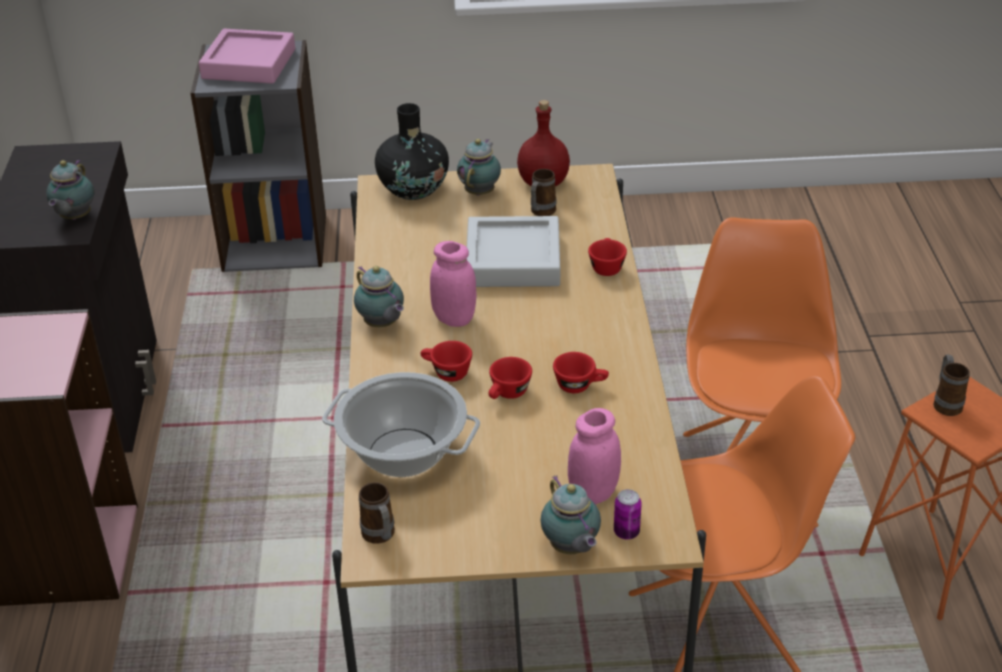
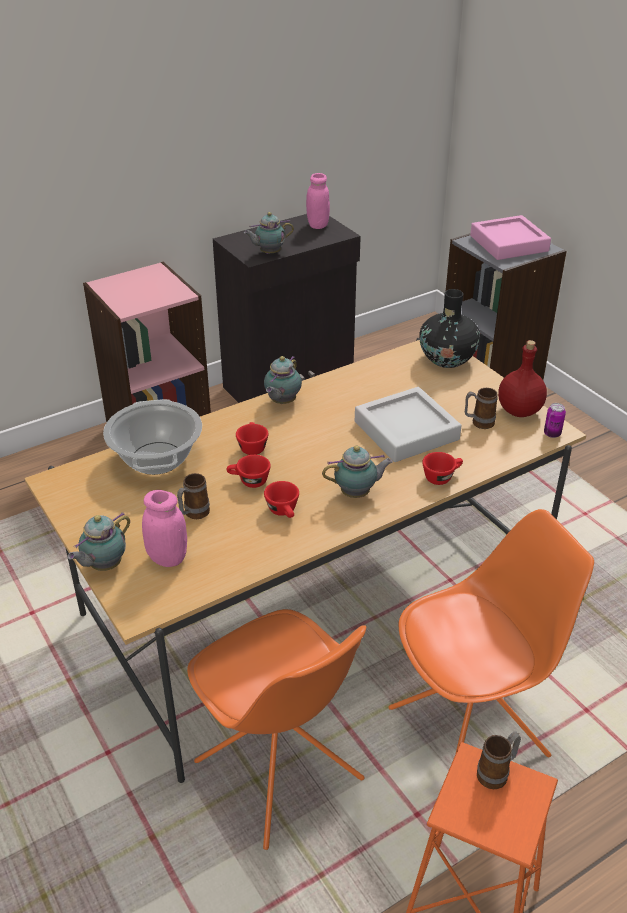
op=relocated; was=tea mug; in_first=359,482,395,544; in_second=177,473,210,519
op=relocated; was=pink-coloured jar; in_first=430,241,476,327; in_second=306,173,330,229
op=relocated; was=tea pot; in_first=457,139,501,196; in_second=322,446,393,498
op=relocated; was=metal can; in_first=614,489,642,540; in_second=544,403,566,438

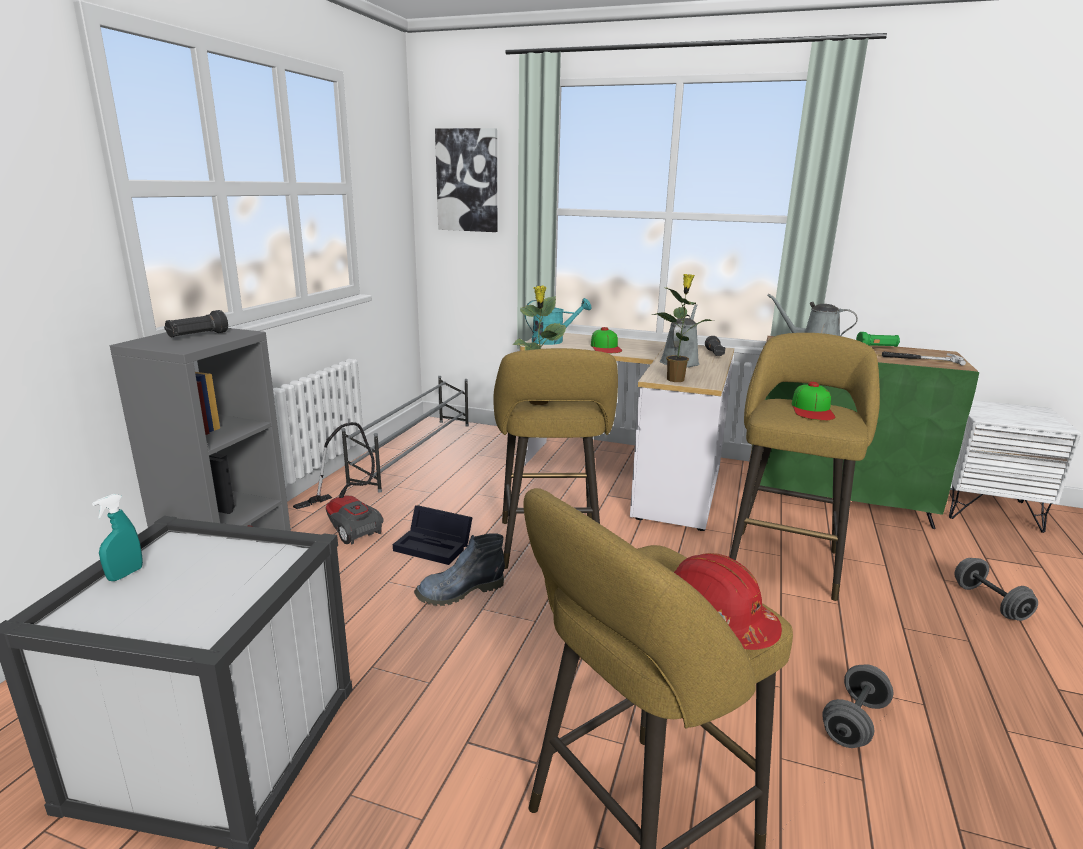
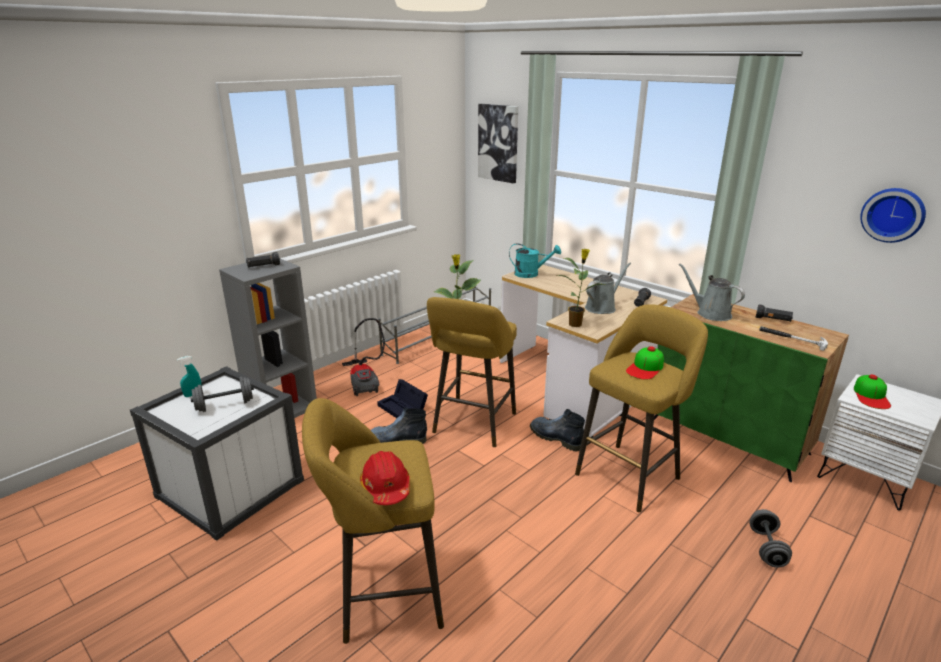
op=relocated; was=greyish hand weight; in_first=822,664,893,748; in_second=191,377,254,412
op=appeared; now=boot; in_second=530,409,585,451
op=colour; was=greenish flashlight; now=black flashlight; in_first=856,332,900,347; in_second=756,304,793,322
op=relocated; was=peaked cap; in_first=591,327,622,353; in_second=854,375,891,409
op=appeared; now=wall clock; in_second=860,188,926,243

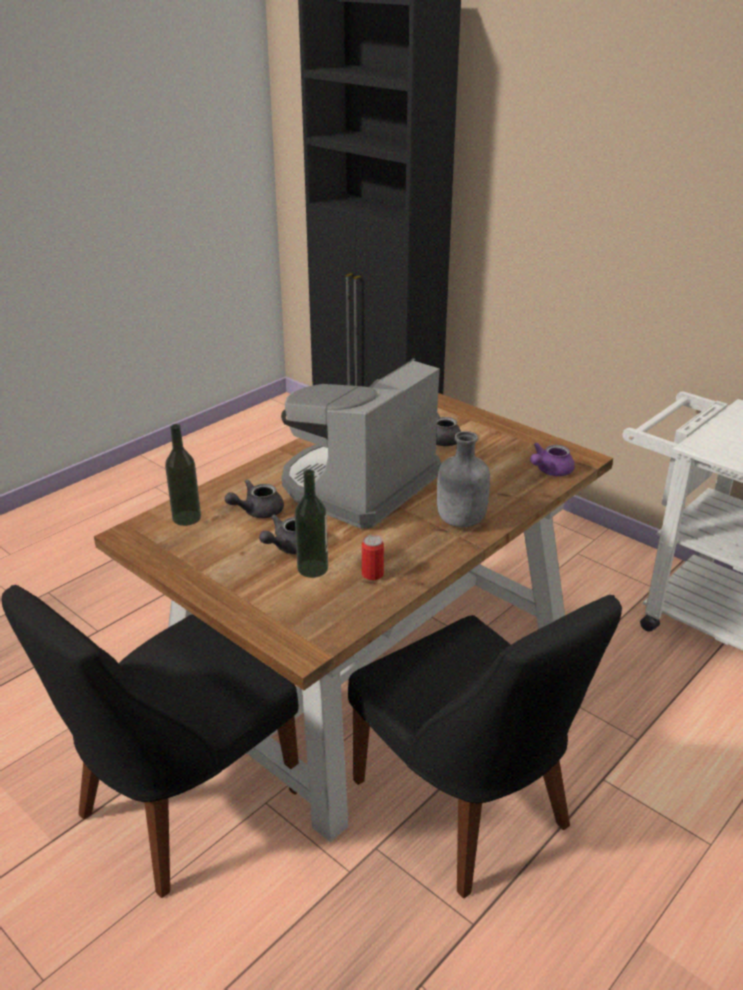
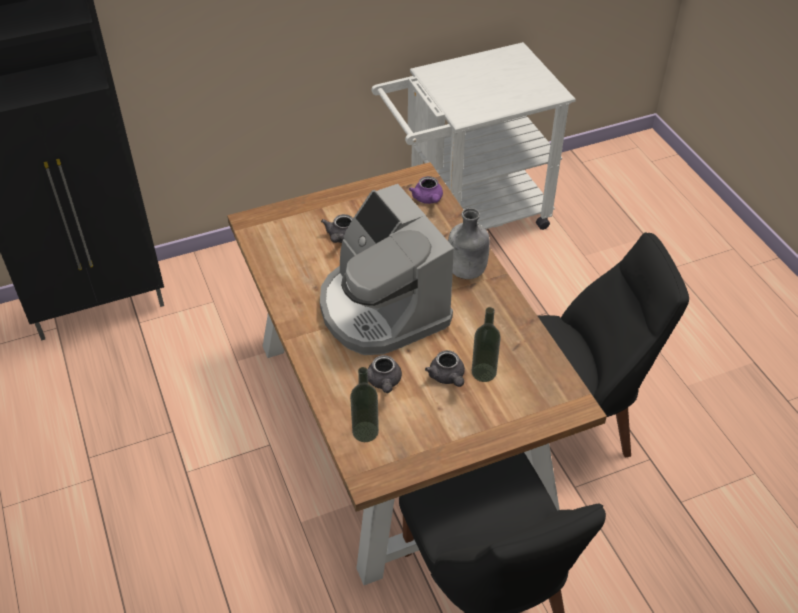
op=missing; was=metal can; in_first=362,535,384,580

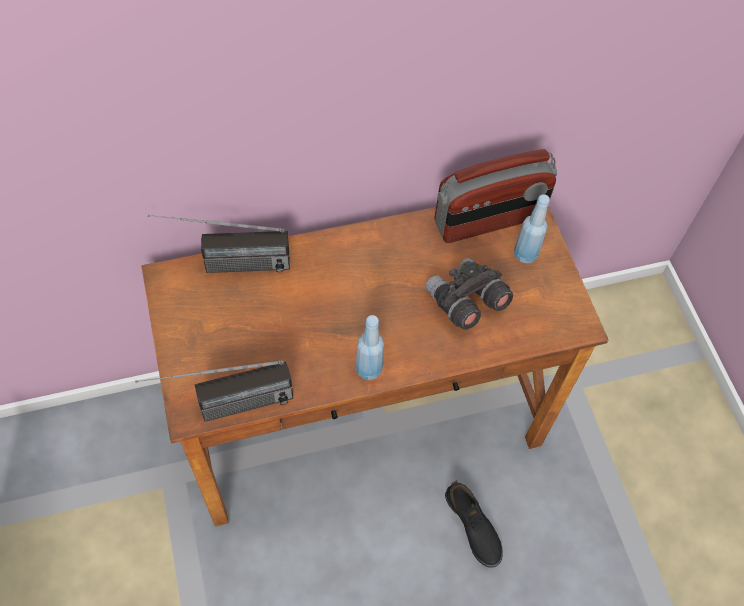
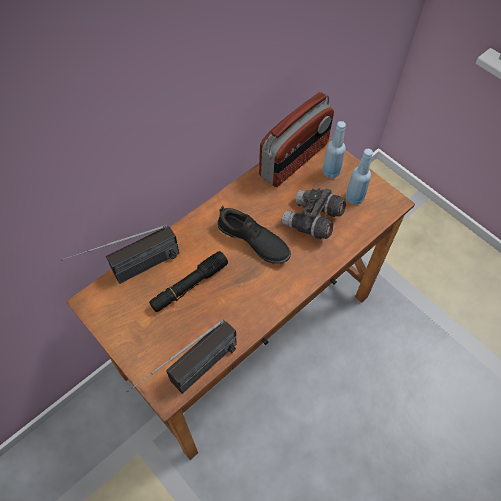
op=appeared; now=black flashlight; in_second=149,251,228,312
op=relocated; was=black low shoe; in_first=445,480,503,567; in_second=218,206,291,264
op=relocated; was=blue-coloured beverage bottle; in_first=356,315,384,380; in_second=346,149,373,205

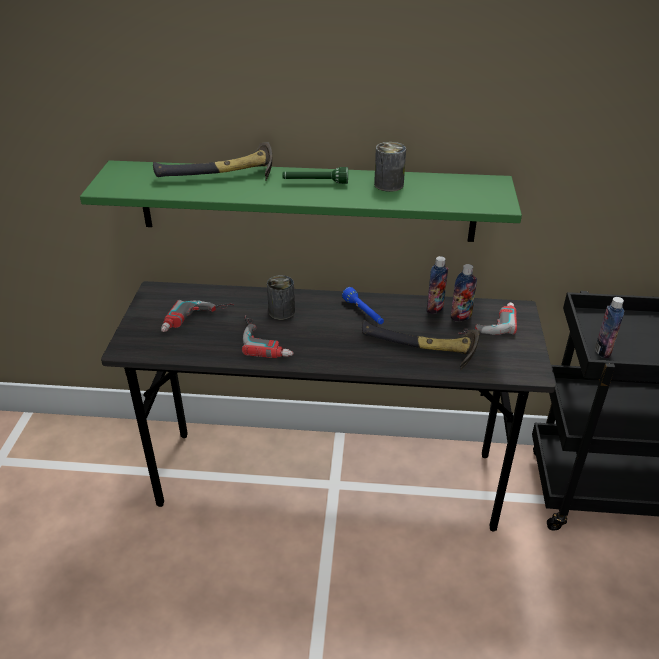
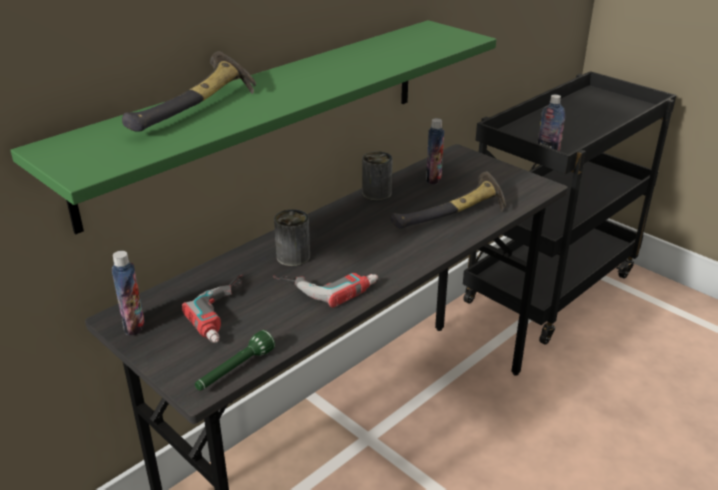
op=relocated; was=beverage bottle; in_first=426,256,448,314; in_second=112,251,145,336
op=relocated; was=greenish flashlight; in_first=282,167,348,184; in_second=195,330,275,391
op=relocated; was=metal can; in_first=374,142,406,192; in_second=362,151,393,201
op=missing; was=blue-coloured flashlight; in_first=342,287,384,324
op=missing; was=power drill; in_first=458,302,517,335

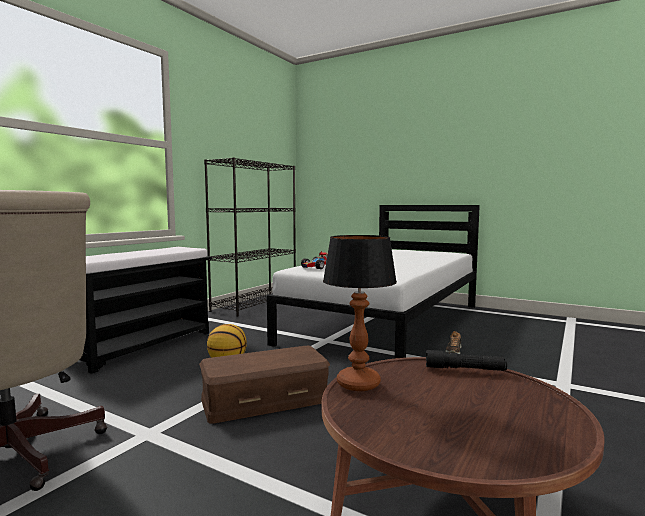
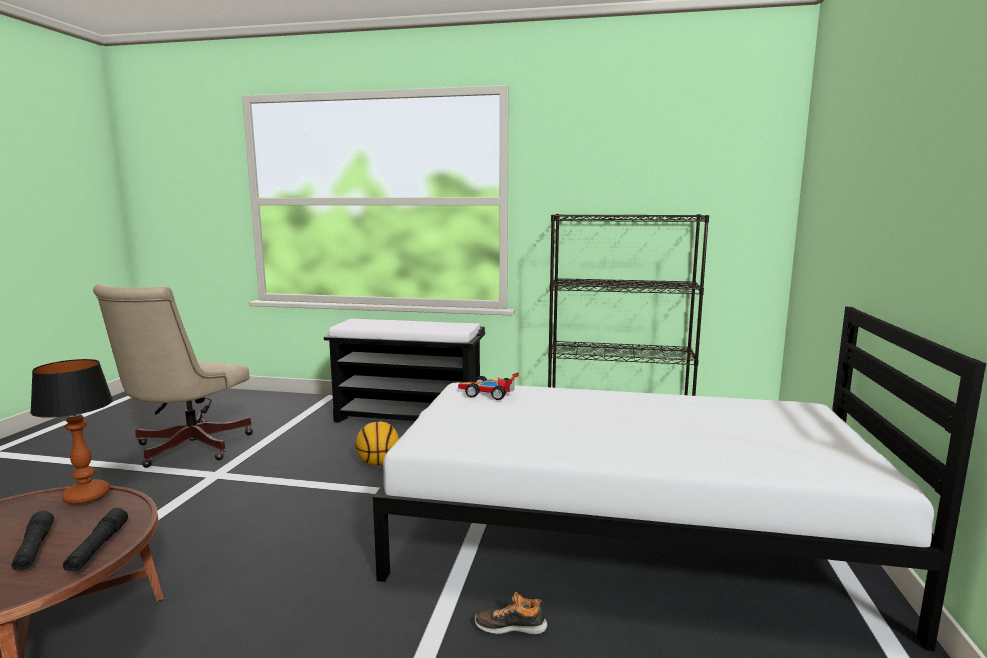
op=appeared; now=black flashlight; in_second=11,511,54,570
op=missing; was=brown storage box; in_first=199,346,330,424

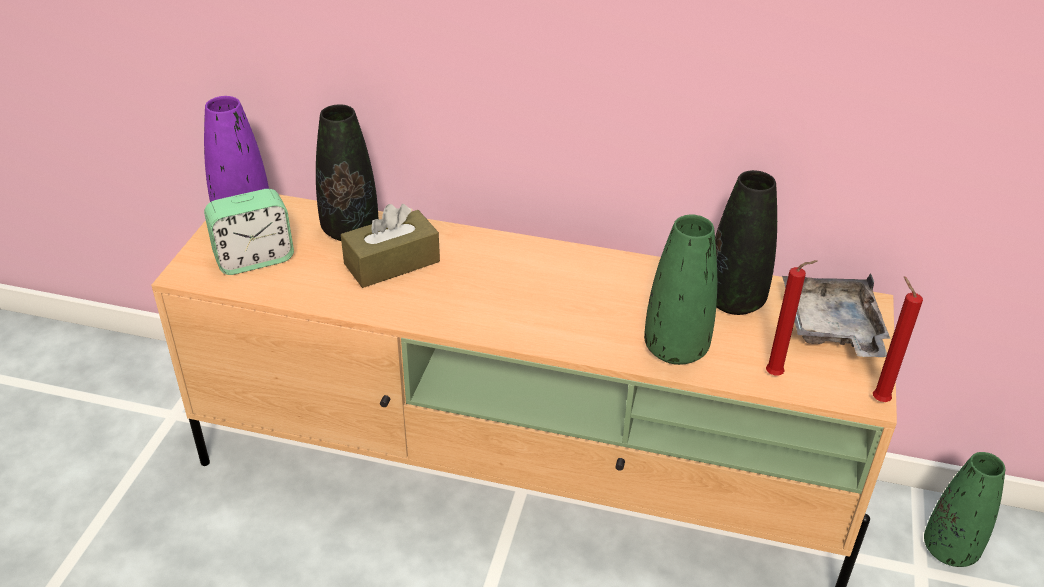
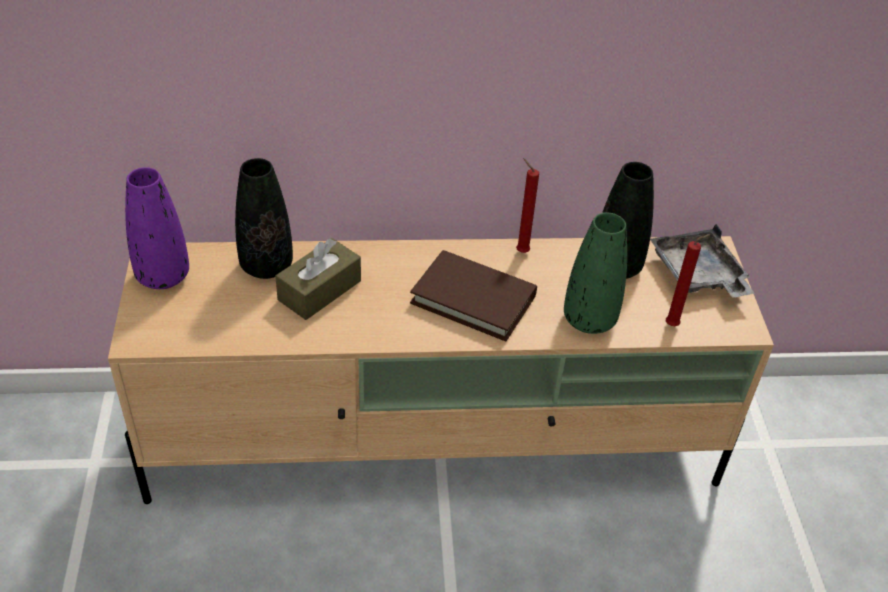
op=appeared; now=brown volume; in_second=410,250,537,341
op=relocated; was=red-coloured wax candle; in_first=873,276,923,402; in_second=516,158,539,253
op=missing; was=bedside clock; in_first=204,189,294,275
op=missing; was=greenish flower vase; in_first=924,452,1005,567

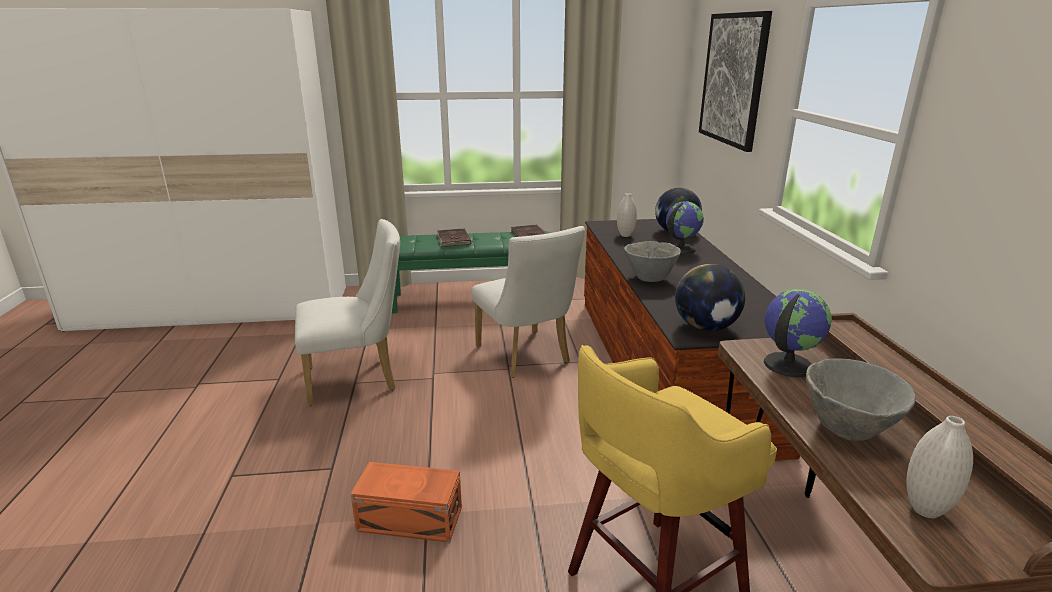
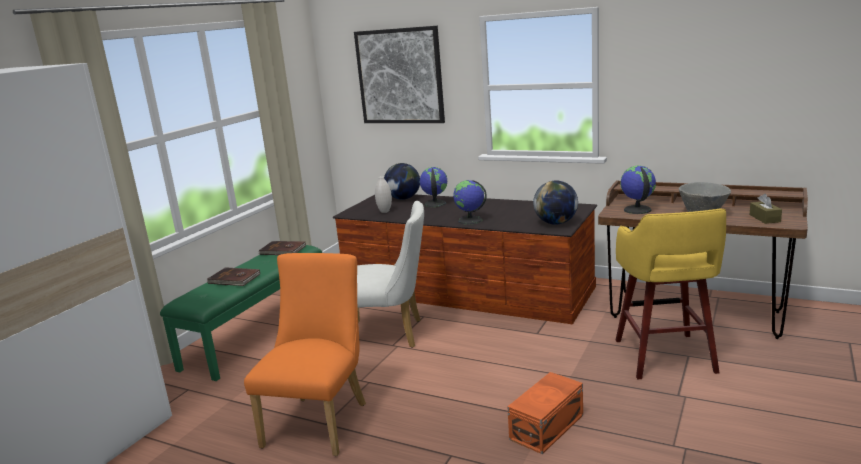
op=colour; was=white-coloured plain chair; now=orangey plain chair; in_first=295,219,400,406; in_second=244,253,366,456
op=exchanged; was=greyish deep dish; now=globe; in_first=624,241,681,282; in_second=453,180,487,225
op=exchanged; was=white-coloured flower vase; now=brown box of tissues; in_first=906,416,973,518; in_second=750,194,782,224

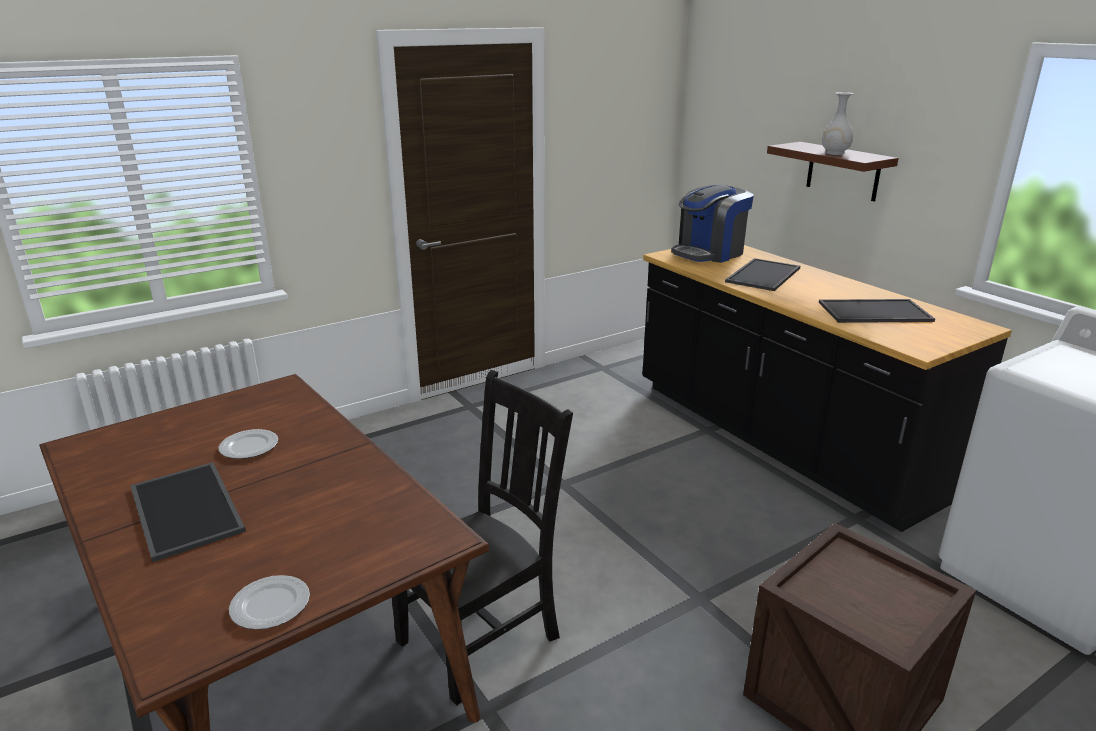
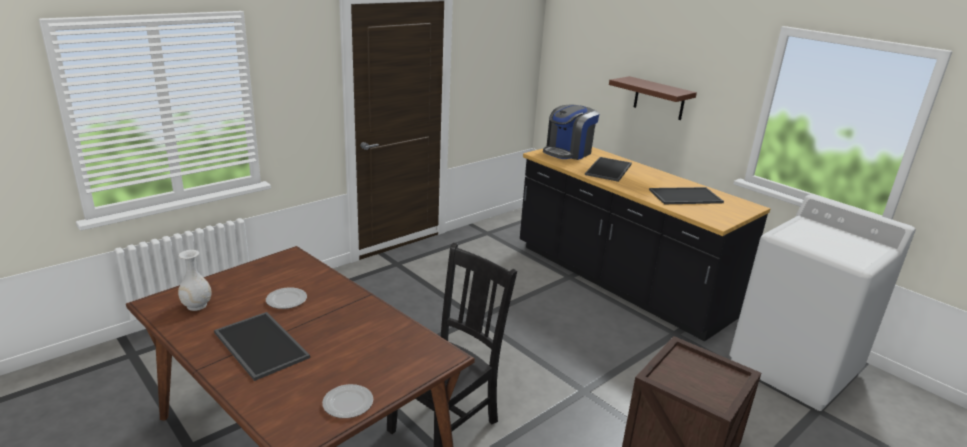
op=relocated; was=white-coloured flower vase; in_first=822,92,854,155; in_second=178,250,212,311

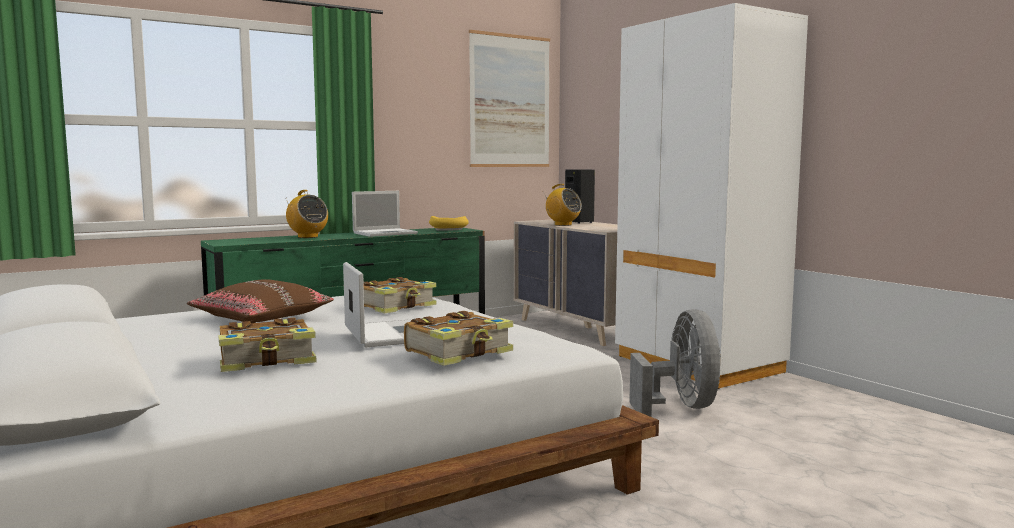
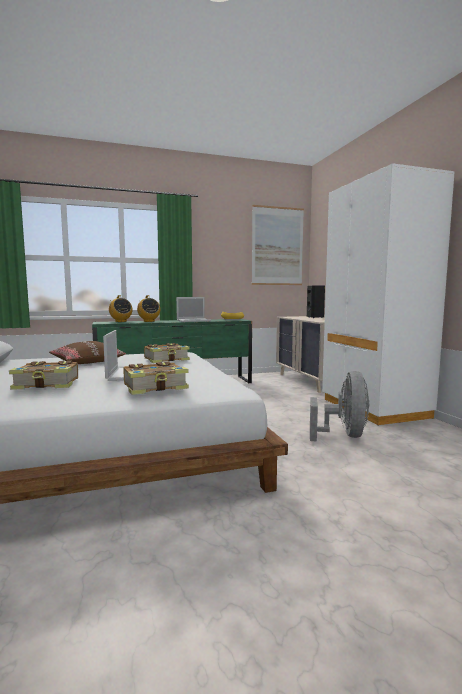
op=relocated; was=radio receiver; in_first=543,184,582,226; in_second=109,295,133,322

